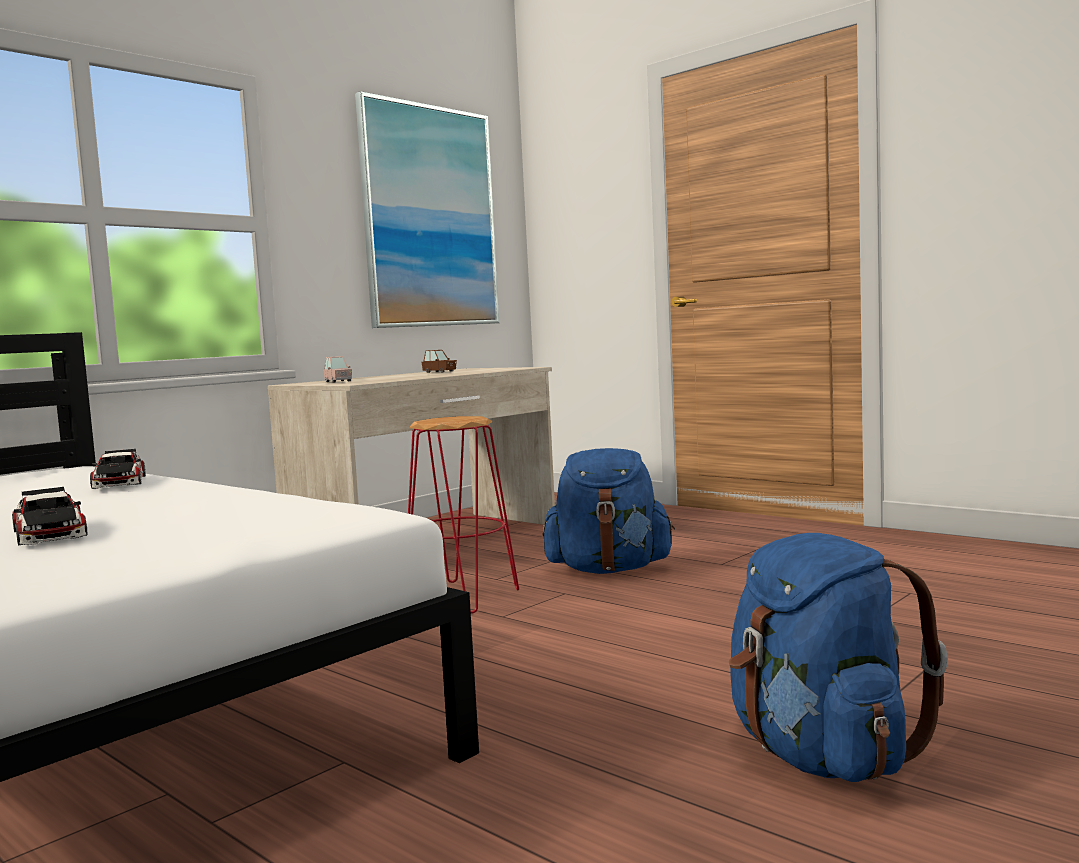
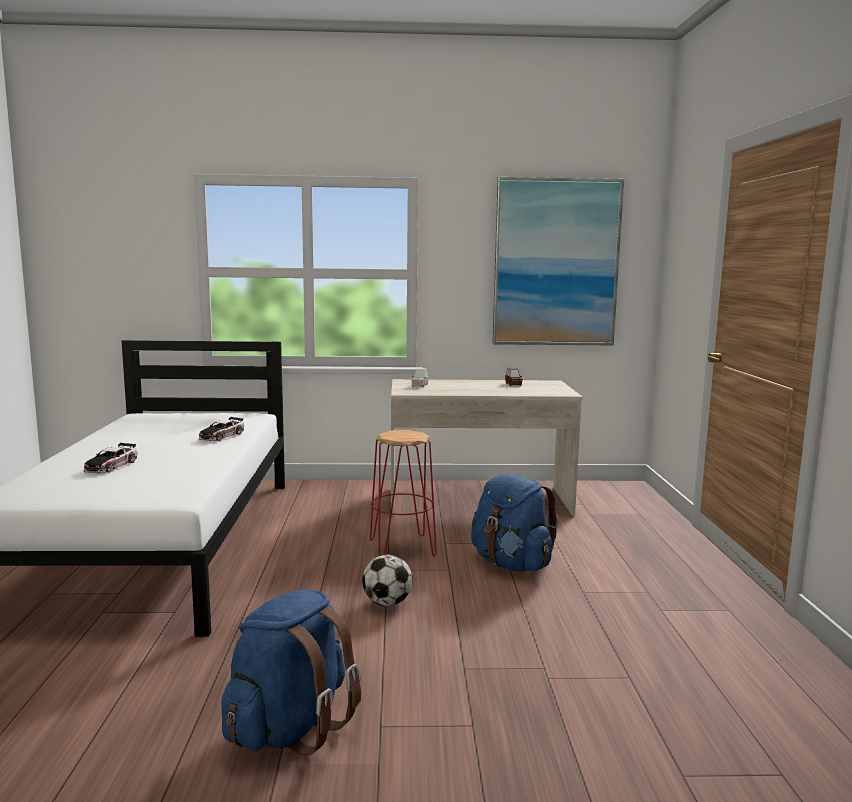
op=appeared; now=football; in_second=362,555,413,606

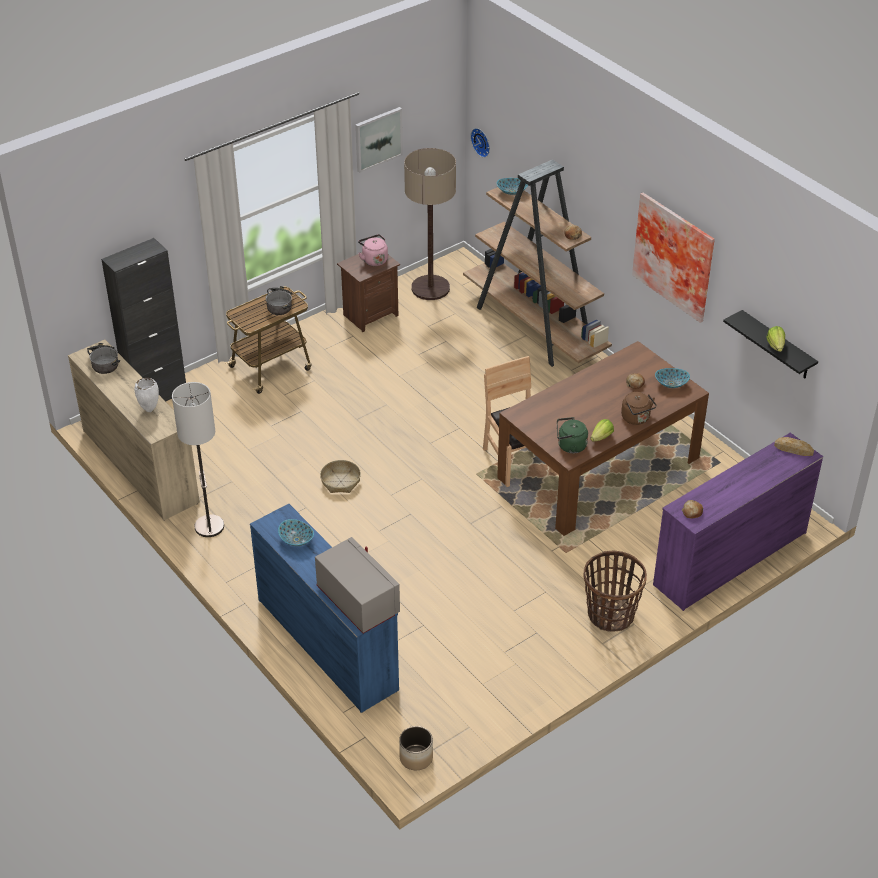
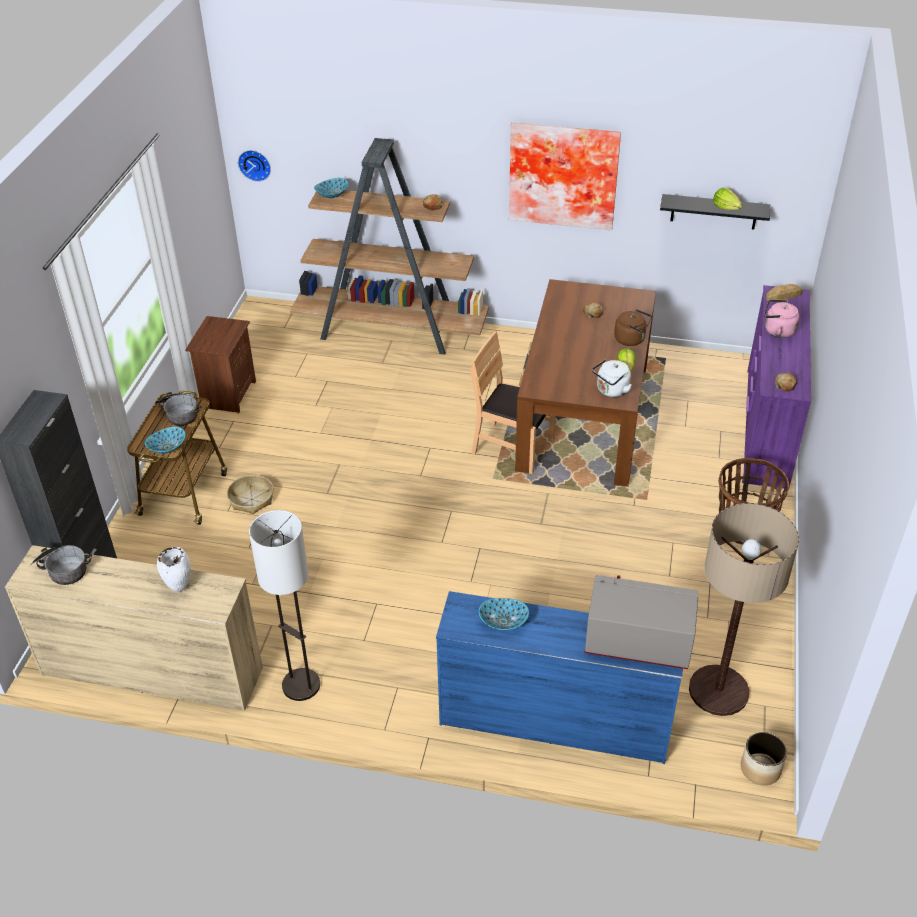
op=relocated; was=deep dish; in_first=655,368,690,388; in_second=145,426,185,454
op=relocated; was=household basket; in_first=320,460,361,493; in_second=227,475,273,514
op=colour; was=greenish kettle; now=white-coloured kettle; in_first=557,417,588,453; in_second=592,359,632,397
op=relocated; was=floor lamp; in_first=404,148,456,300; in_second=689,503,799,716
op=relocated; was=pink-coloured kettle; in_first=358,234,388,266; in_second=764,299,800,338
op=missing; was=picture; in_first=355,107,403,173

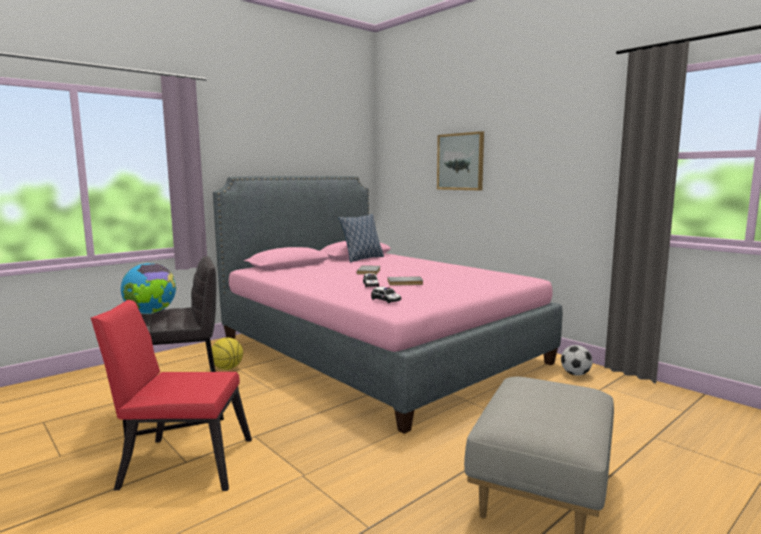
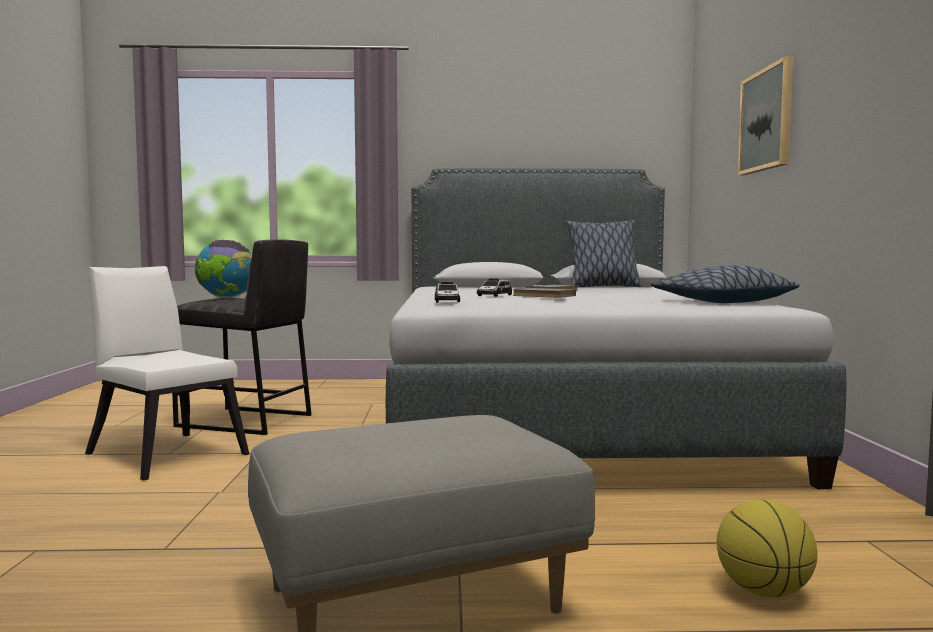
op=colour; was=red-coloured plain chair; now=white-coloured plain chair; in_first=91,300,252,491; in_second=85,266,249,481
op=colour; was=pink-coloured bed; now=greyish bed; in_first=213,176,562,434; in_second=386,168,846,489
op=appeared; now=throw pillow; in_second=651,265,799,303
op=relocated; was=basketball; in_first=212,338,243,370; in_second=717,500,818,597
op=missing; was=football; in_first=561,345,593,376

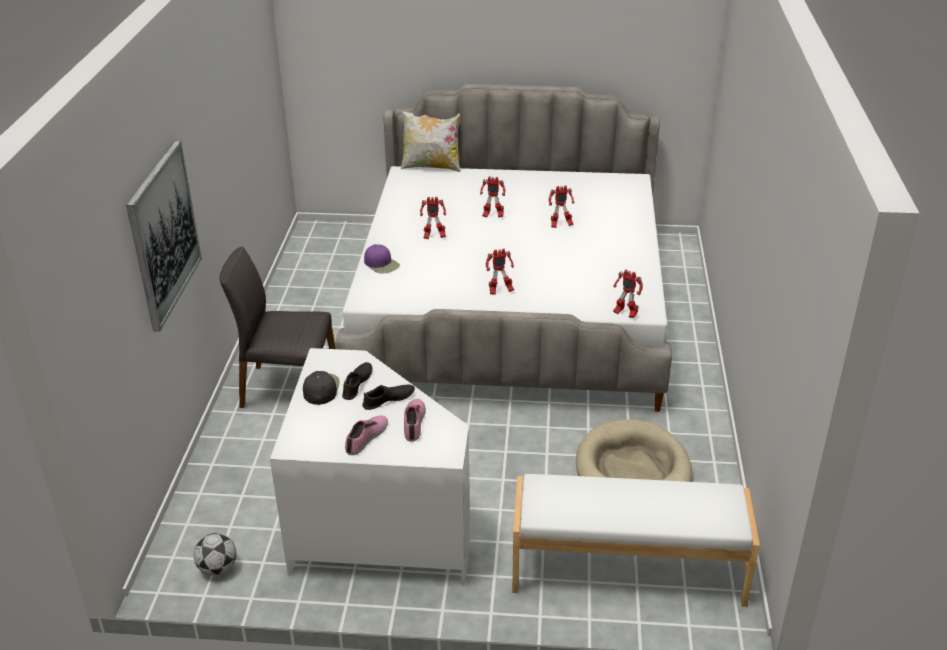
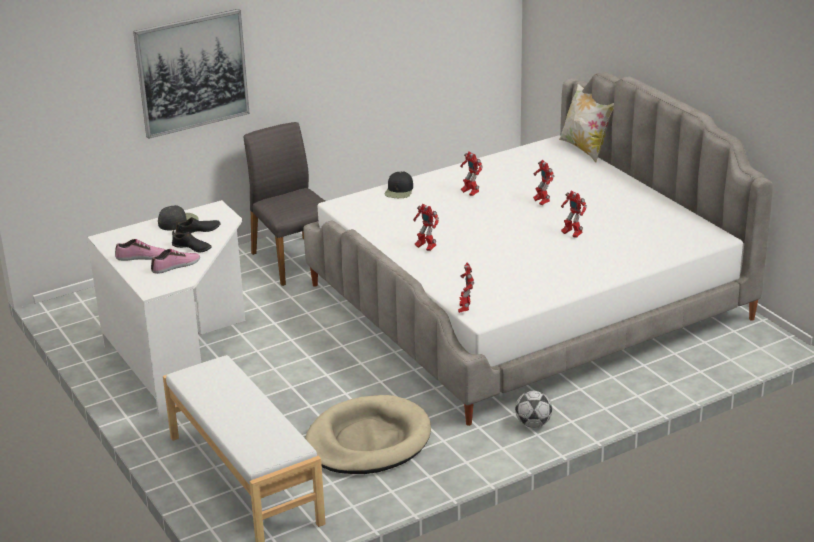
op=colour; was=purplish peaked cap; now=black peaked cap; in_first=364,244,400,274; in_second=385,172,413,198
op=relocated; was=football; in_first=194,533,236,576; in_second=515,390,552,428

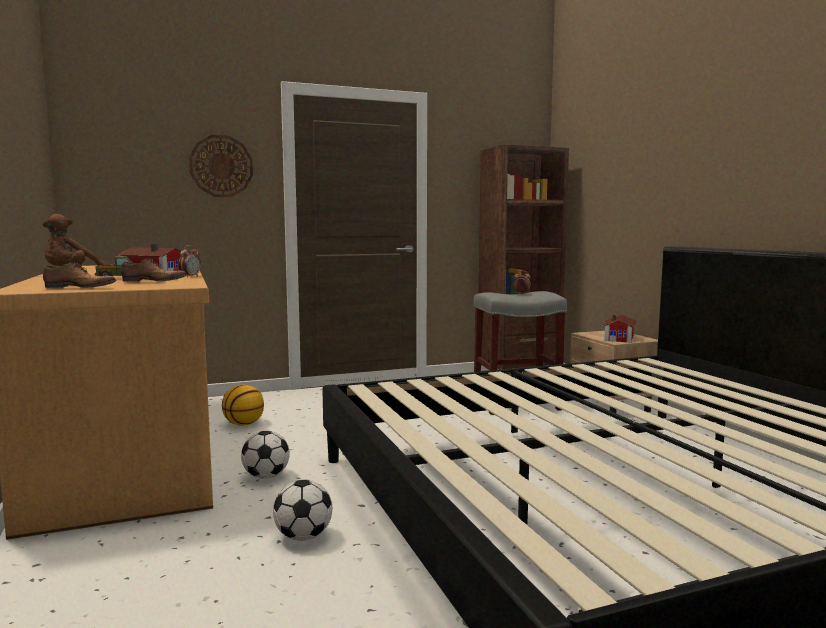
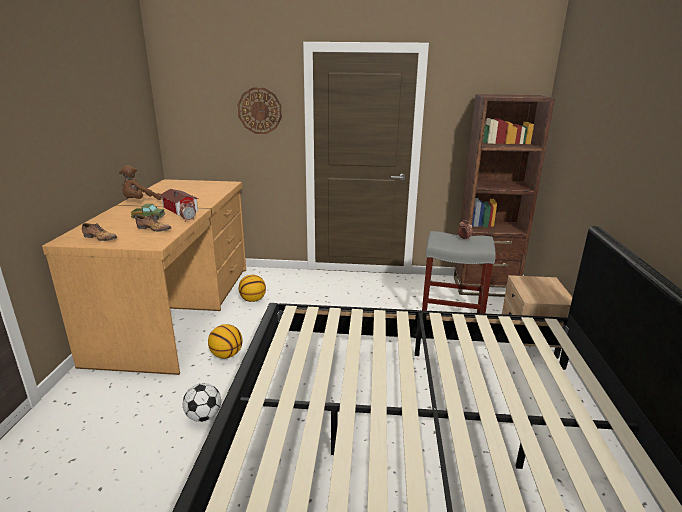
op=exchanged; was=football; now=basketball; in_first=241,431,290,479; in_second=208,324,243,359
op=missing; was=model house; in_first=603,315,637,343

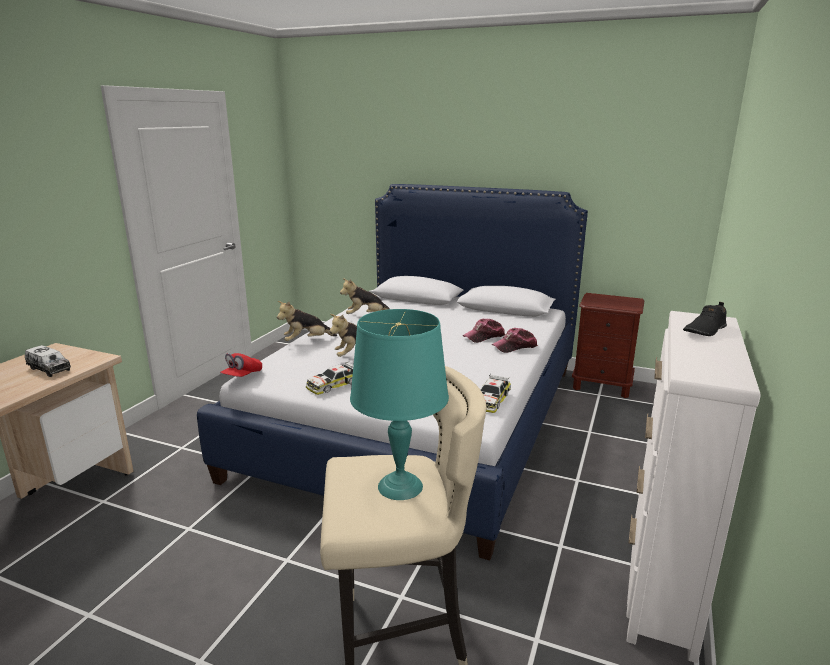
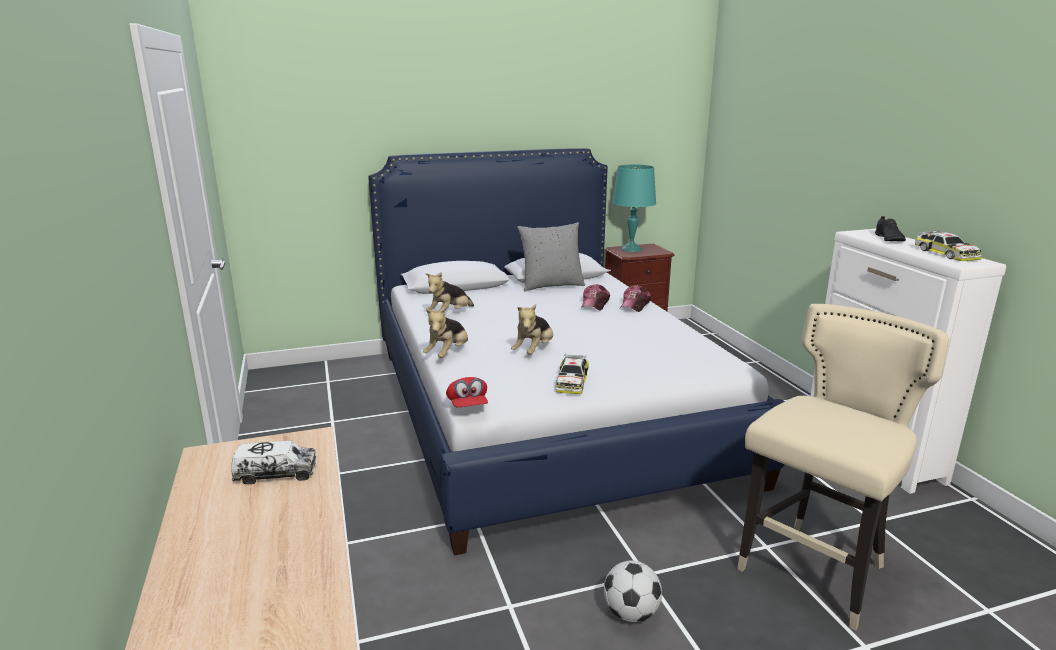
op=appeared; now=greyish throw pillow; in_second=517,222,585,291
op=appeared; now=football; in_second=604,560,662,622
op=relocated; was=turquoise table lamp; in_first=350,309,449,500; in_second=612,164,656,252
op=relocated; was=toy car; in_first=480,374,511,413; in_second=915,230,982,261

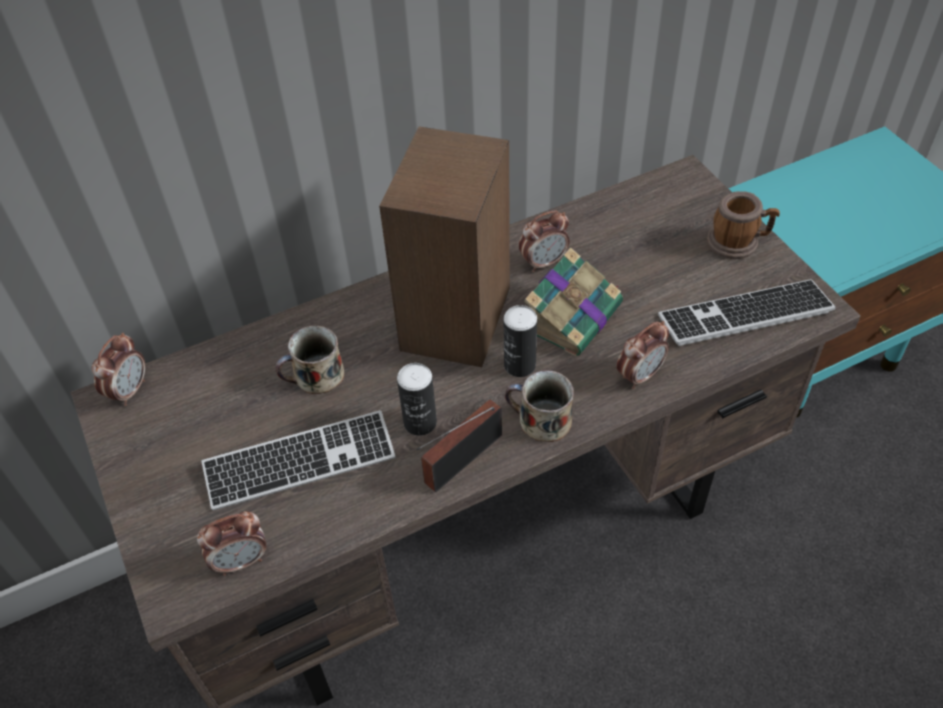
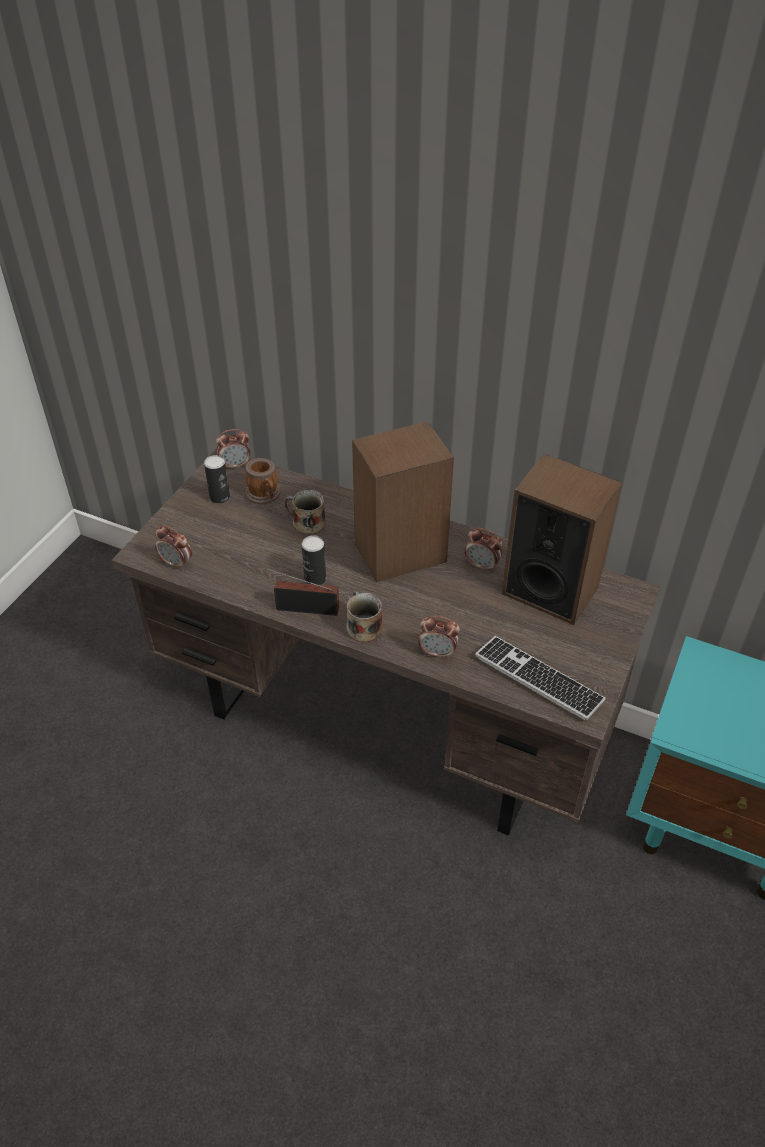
op=relocated; was=metal can; in_first=504,305,537,377; in_second=204,455,230,504
op=relocated; was=tea mug; in_first=707,191,780,259; in_second=246,458,280,504
op=appeared; now=loudspeaker; in_second=502,454,622,625
op=missing; was=computer keyboard; in_first=201,410,395,511
op=missing; was=volume; in_first=524,247,623,357

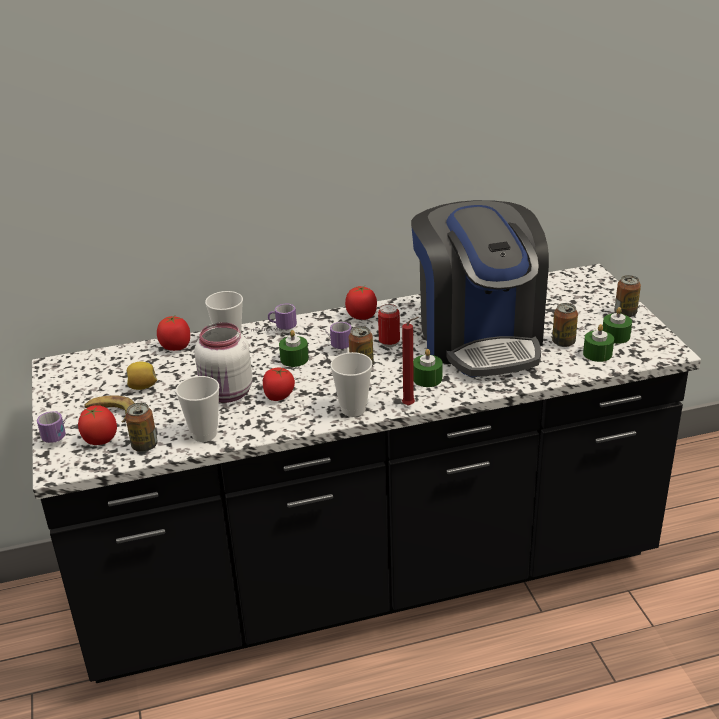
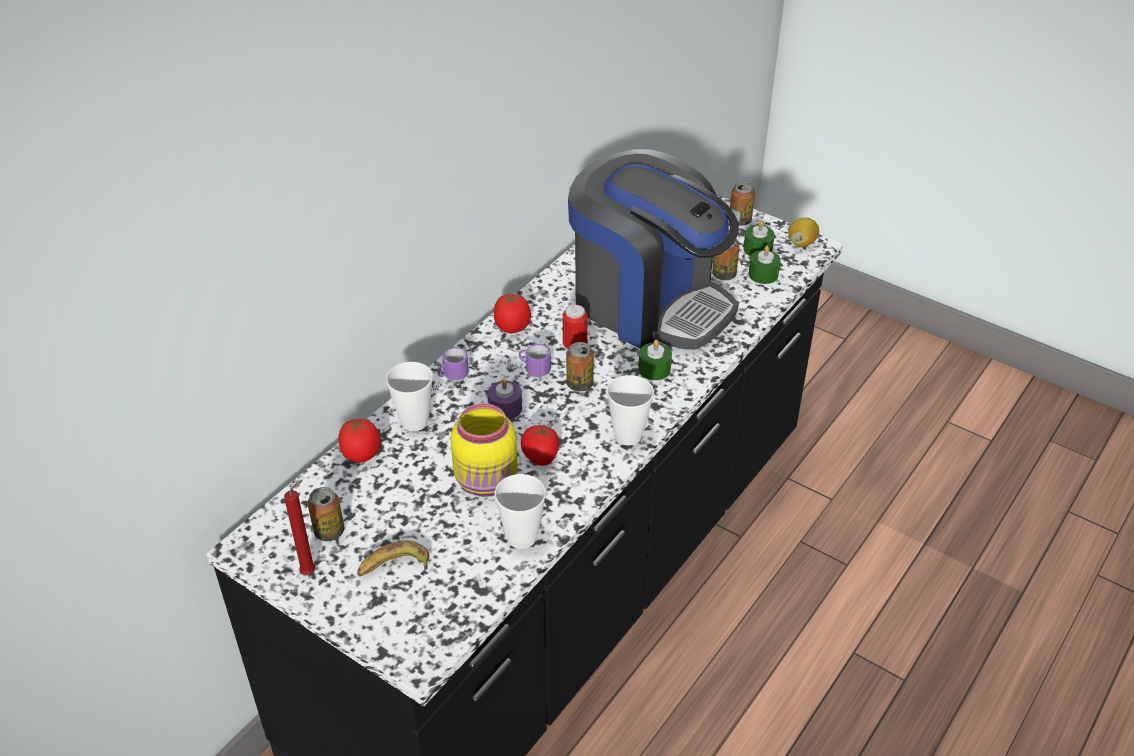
op=relocated; was=red-coloured wax candle; in_first=402,317,419,406; in_second=284,480,316,575
op=relocated; was=metal can; in_first=125,403,158,452; in_second=308,487,344,541
op=colour; was=white-coloured jar; now=yellow jar; in_first=195,322,252,403; in_second=451,403,517,496
op=colour; was=greenish wax candle; now=purplish wax candle; in_first=279,330,309,367; in_second=488,378,522,420
op=relocated; was=citrus fruit; in_first=127,362,157,390; in_second=788,218,819,247
op=missing; was=tea mug; in_first=37,411,68,443
op=missing; was=whole tomato; in_first=78,405,117,445

